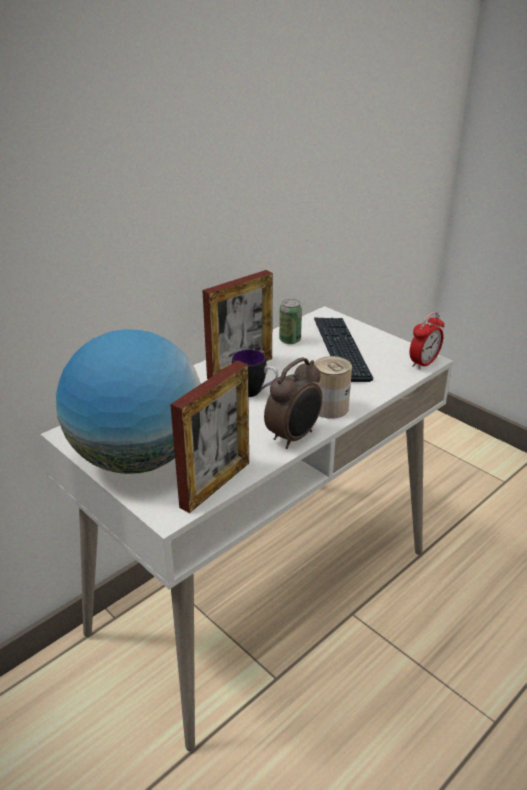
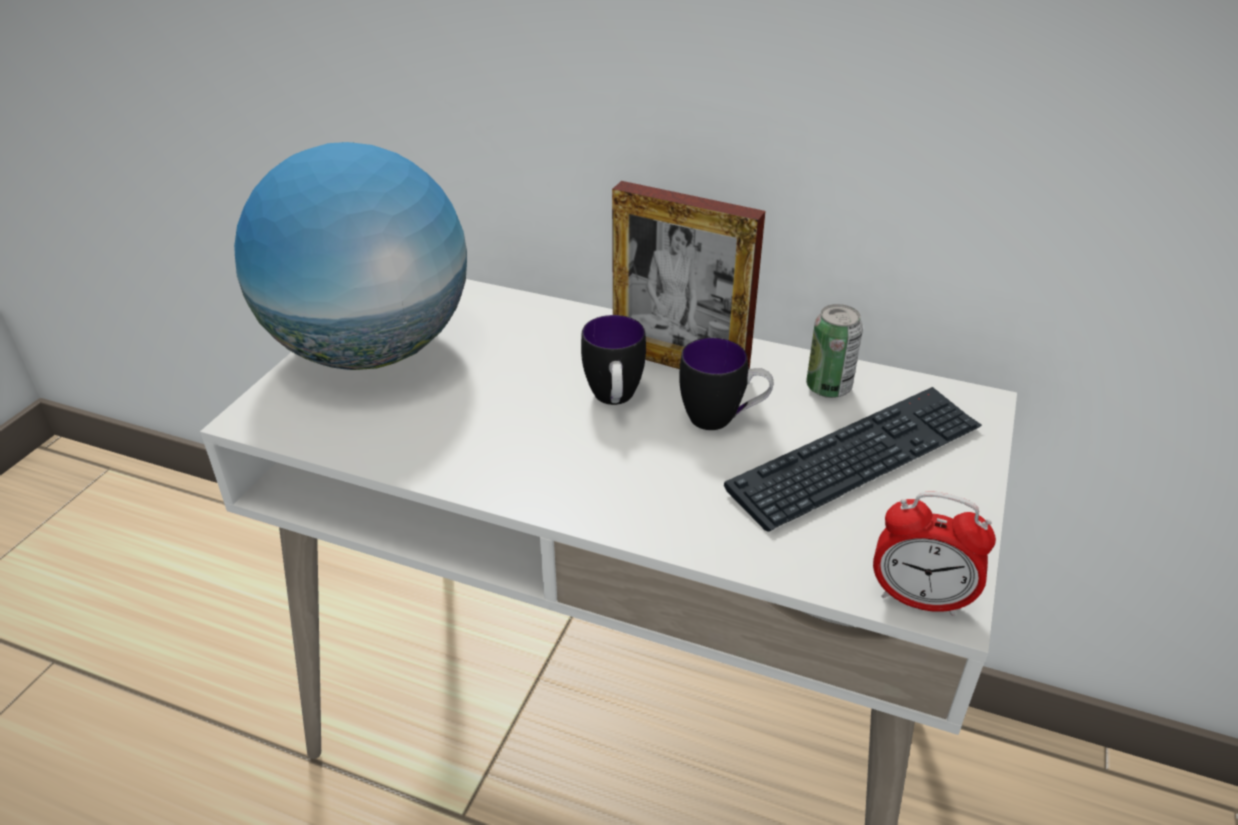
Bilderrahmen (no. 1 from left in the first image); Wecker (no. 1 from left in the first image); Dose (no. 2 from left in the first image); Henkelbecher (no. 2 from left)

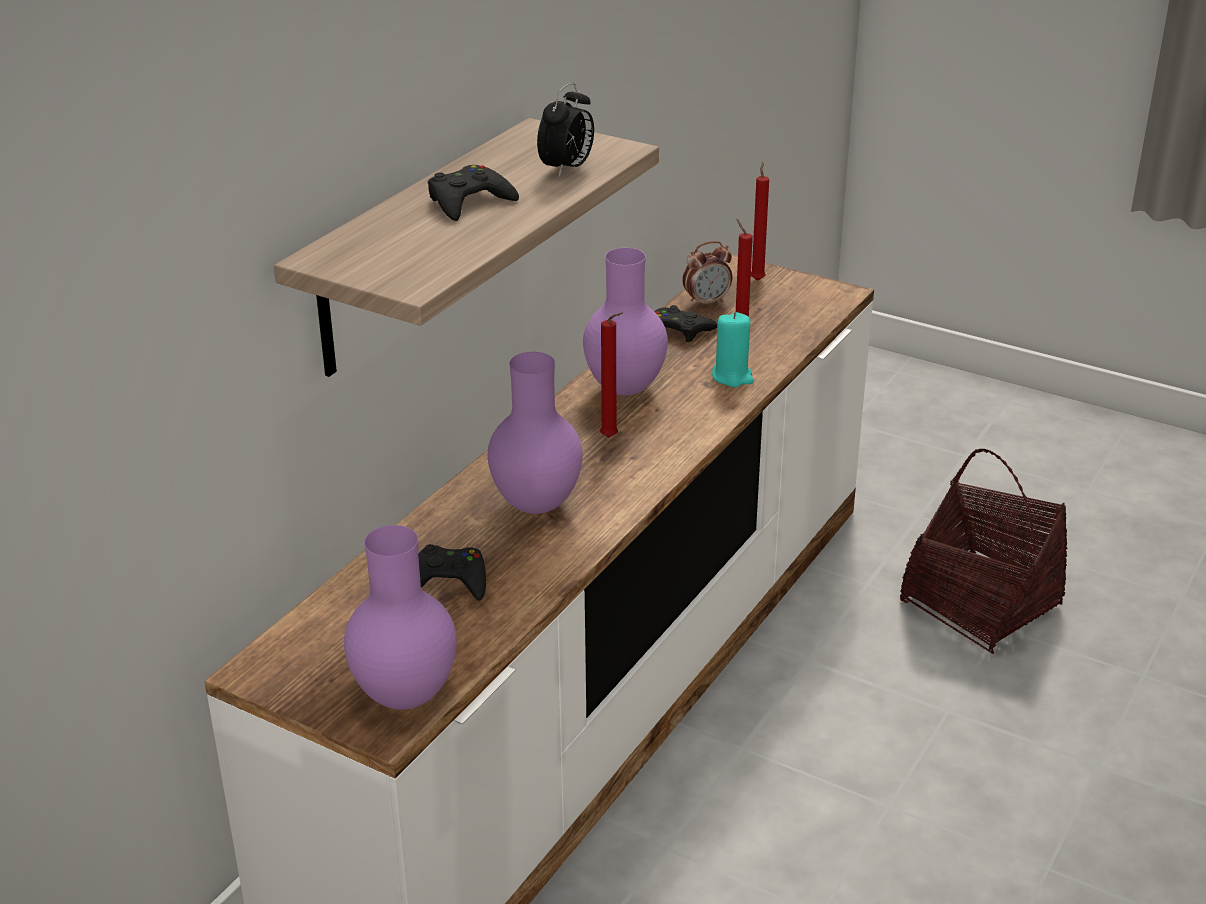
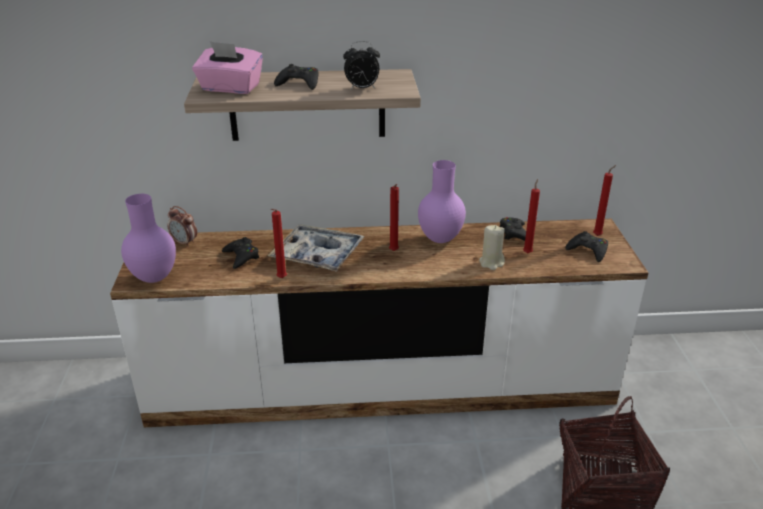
Tablett; Wecker (no. 1 from left); Kerze [beige]; Taschentuchbox [rosa]; Kerze [rot] (no. 1 from left); Gamepad [schwarz] (no. 4 from left)

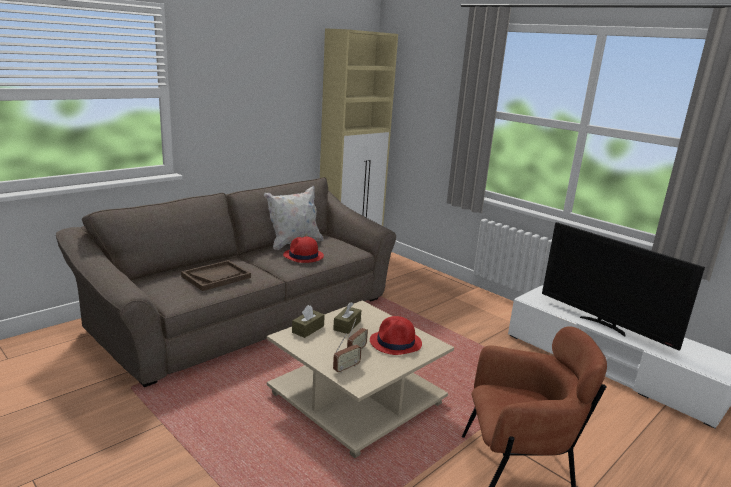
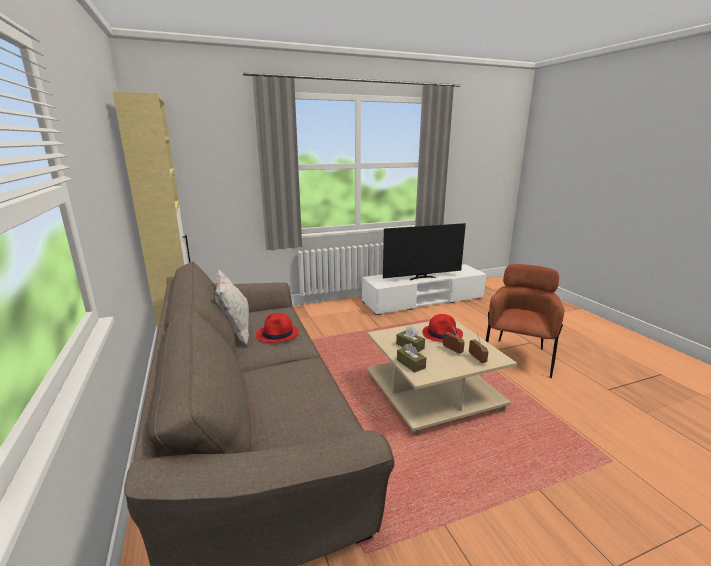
Tablett [braun]

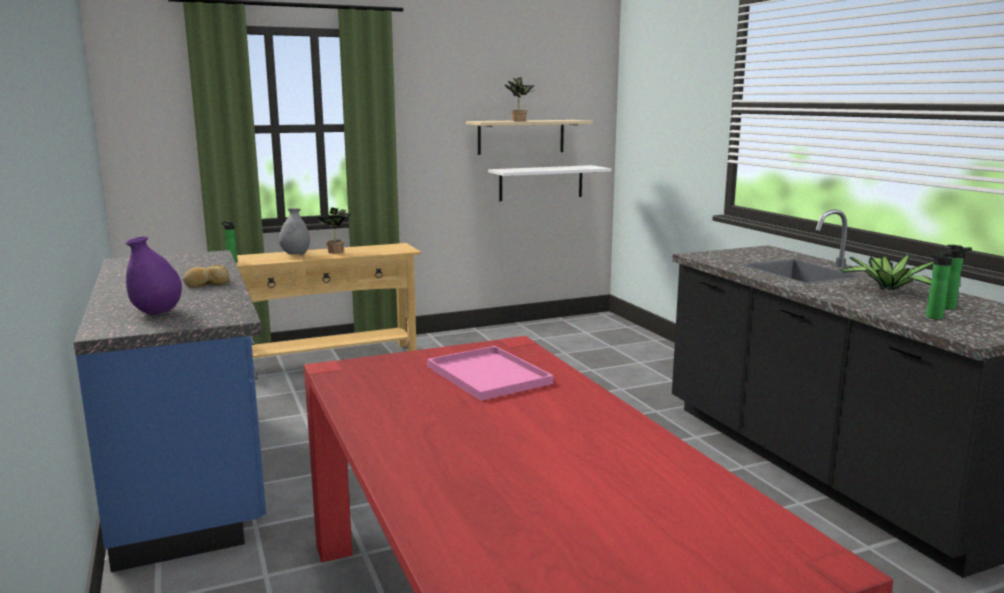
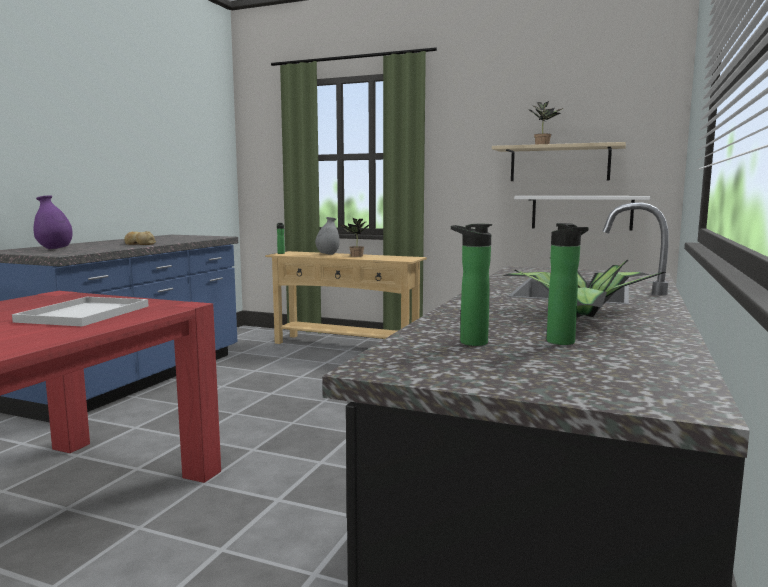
Tablett [weiß]

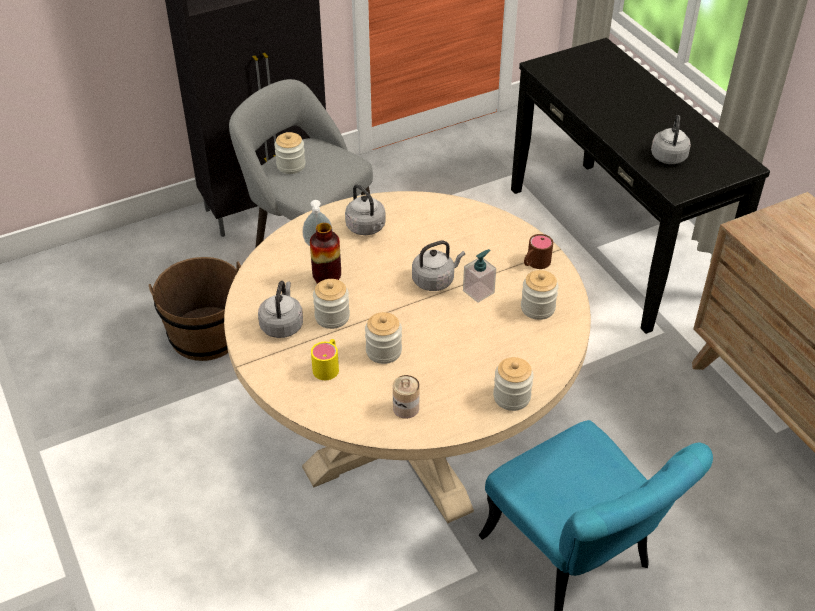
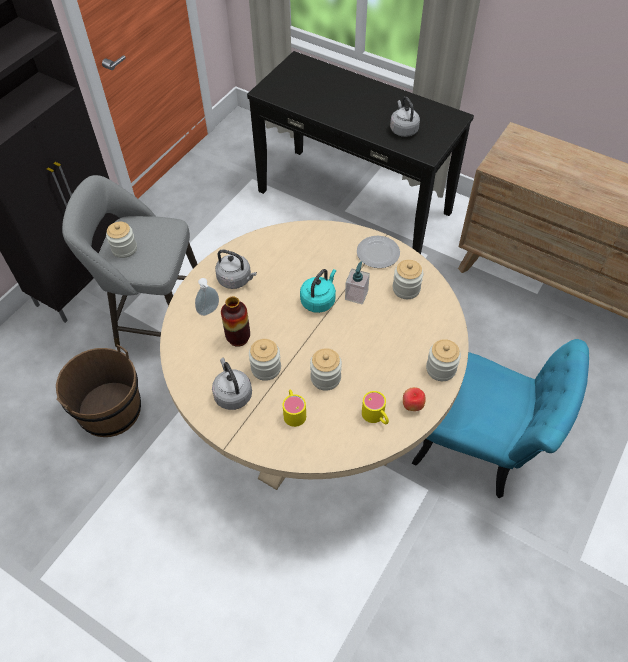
Henkelbecher [gelb] (no. 2 from left); Wasserkessel [türkis]; Teller; Apfel

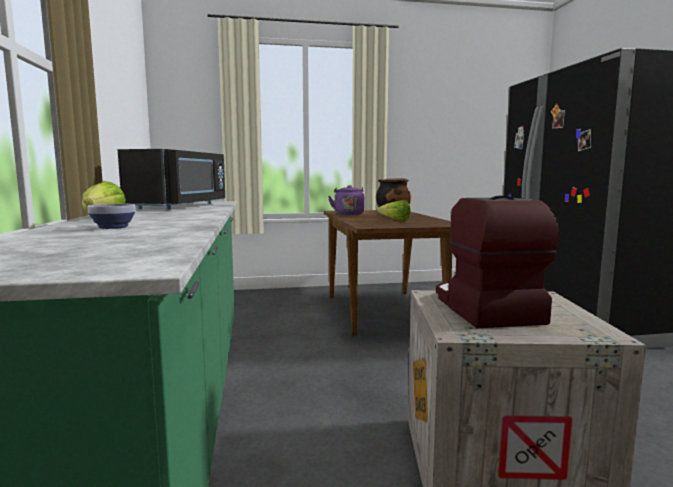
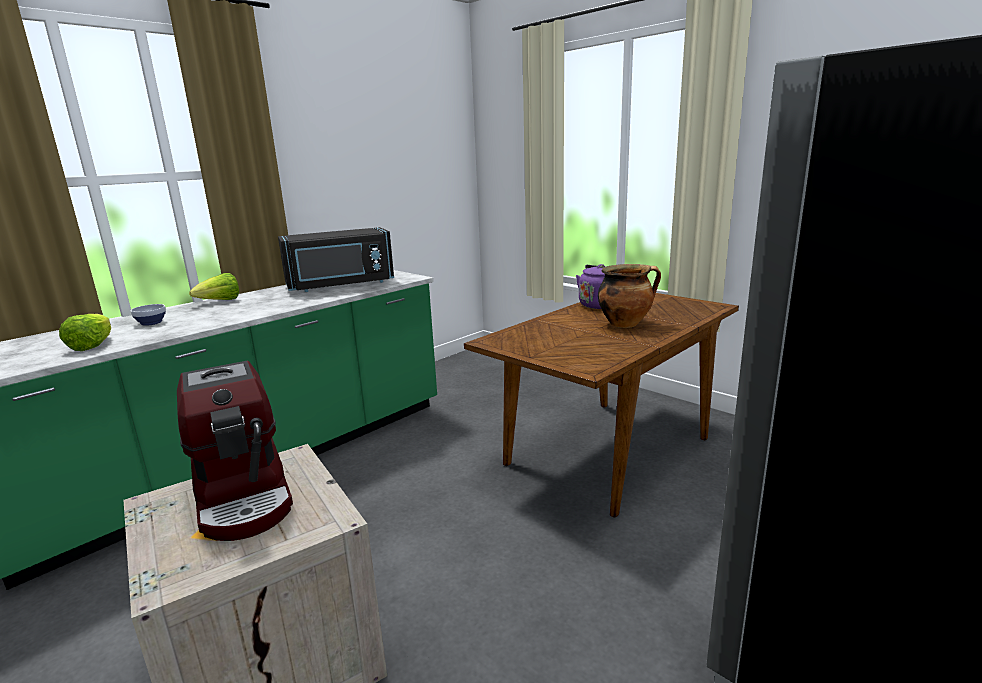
Salatkopf (no. 1 from left); Kaffeemaschine

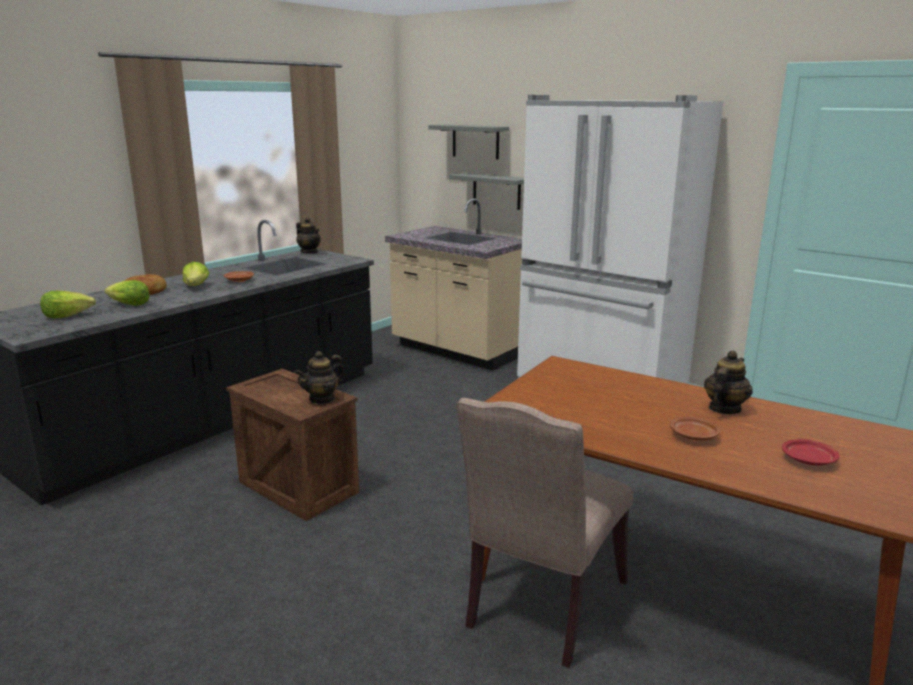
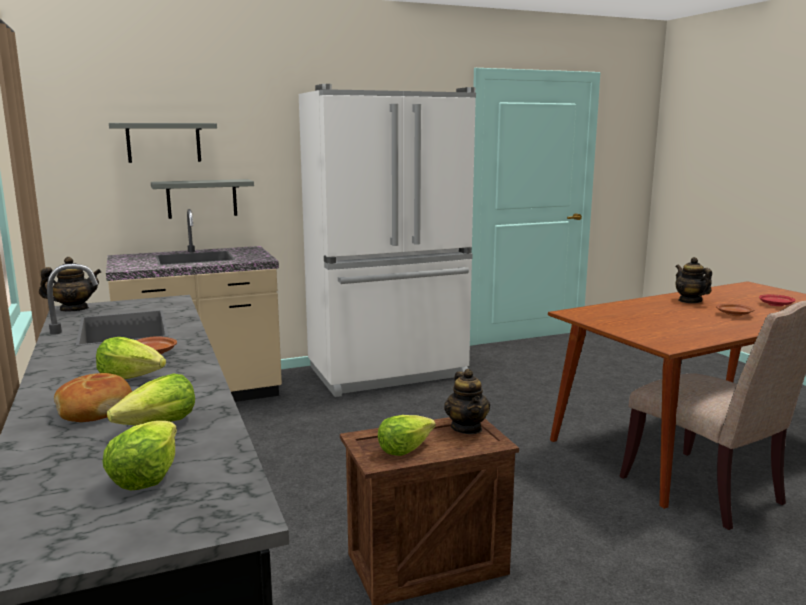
Salatkopf (no. 4 from left)

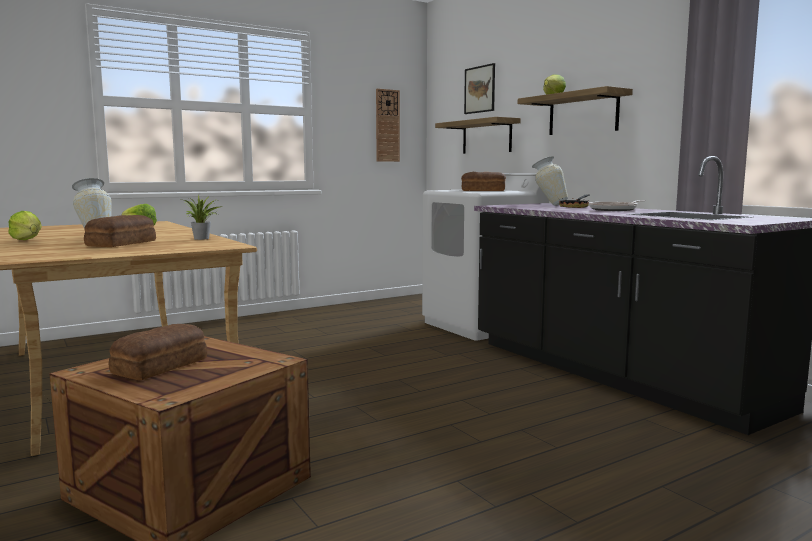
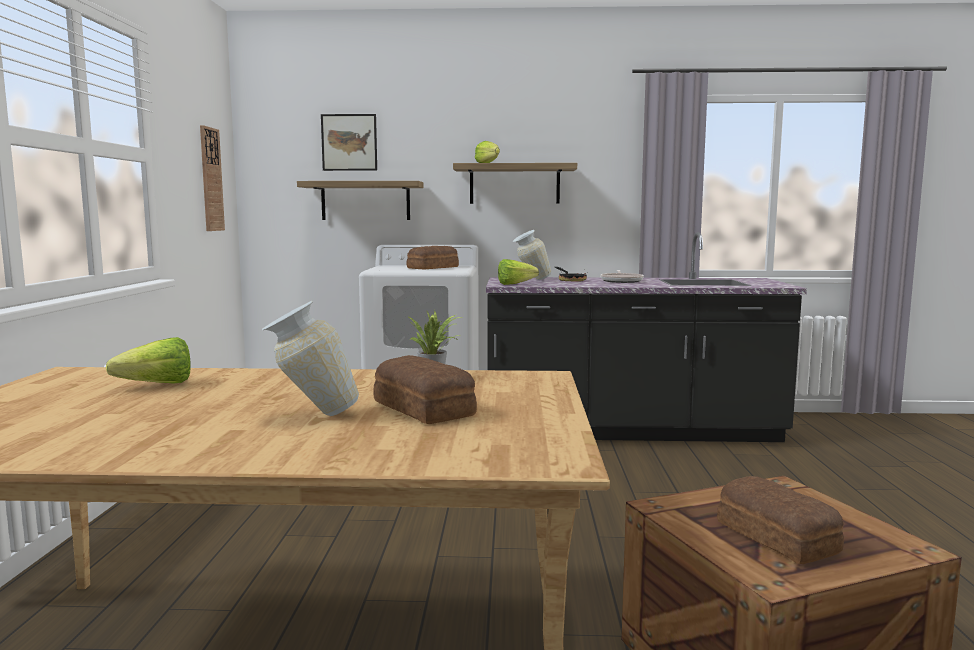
Salatkopf (no. 3 from left)

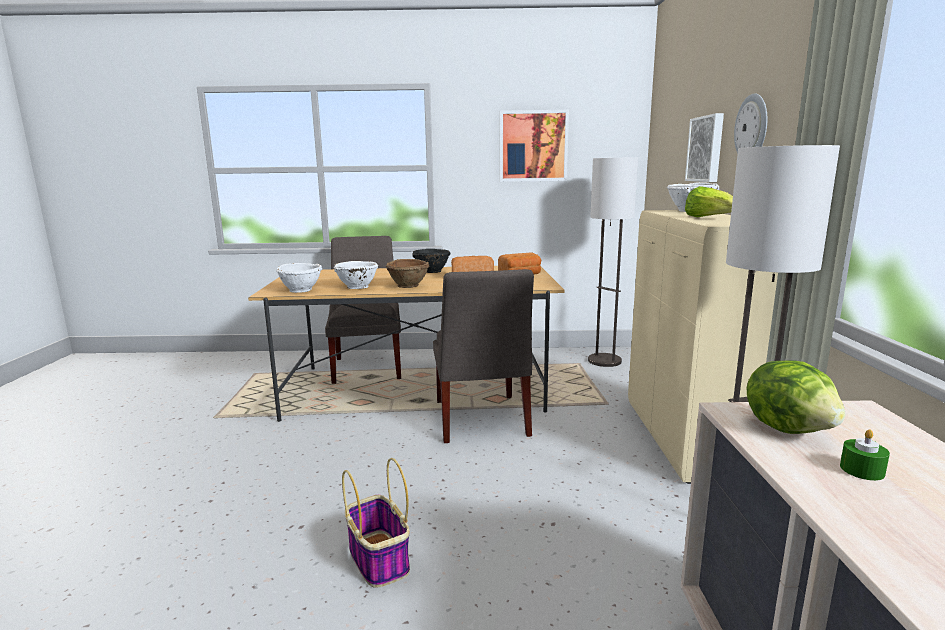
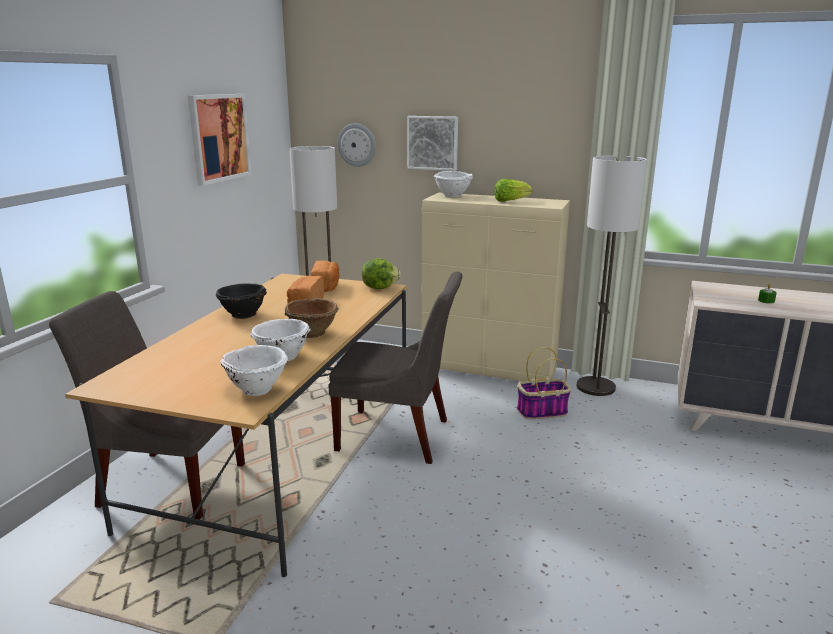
Korb; Wanduhr; Salatkopf (no. 1 from left)

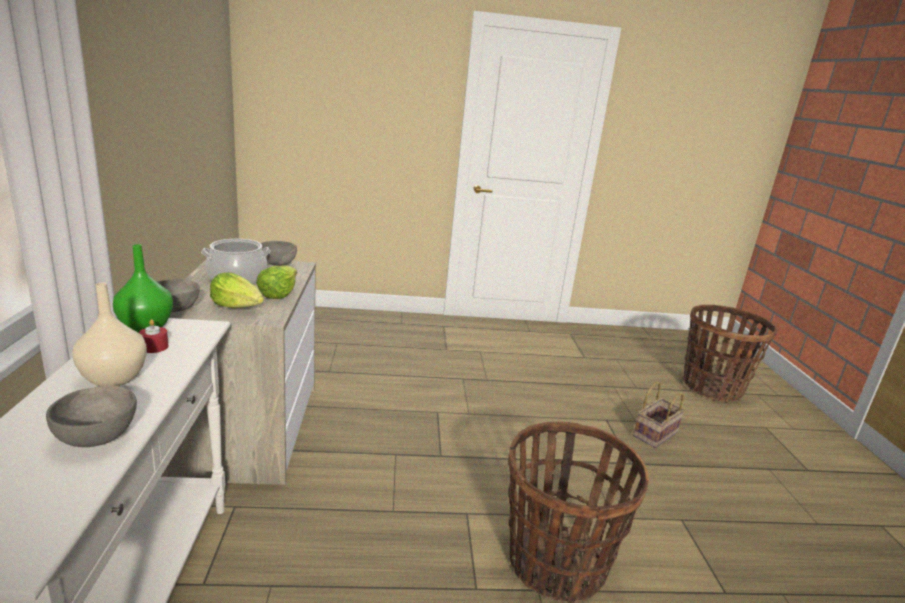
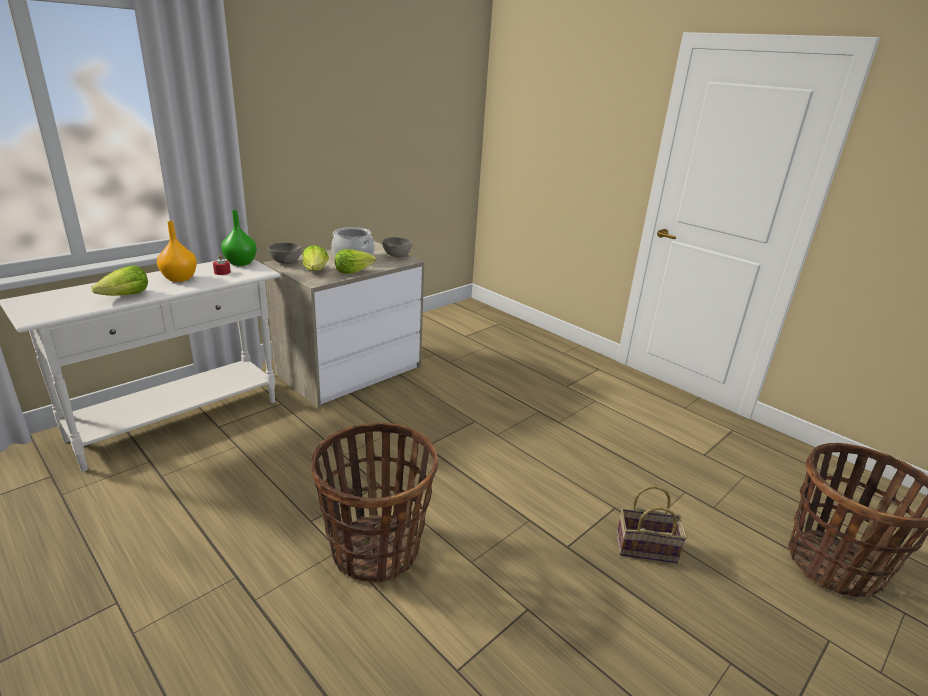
Salatkopf (no. 1 from left); Vase [orange]

